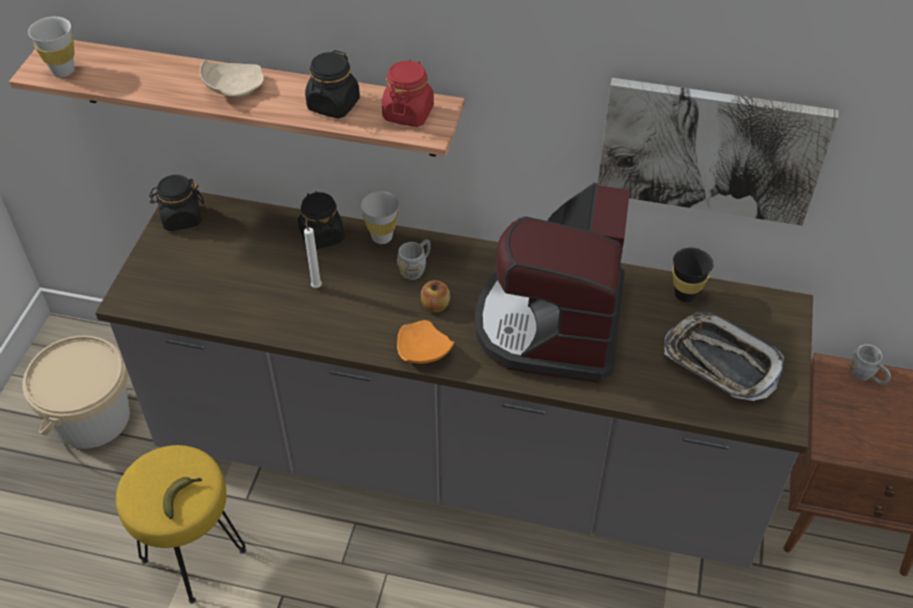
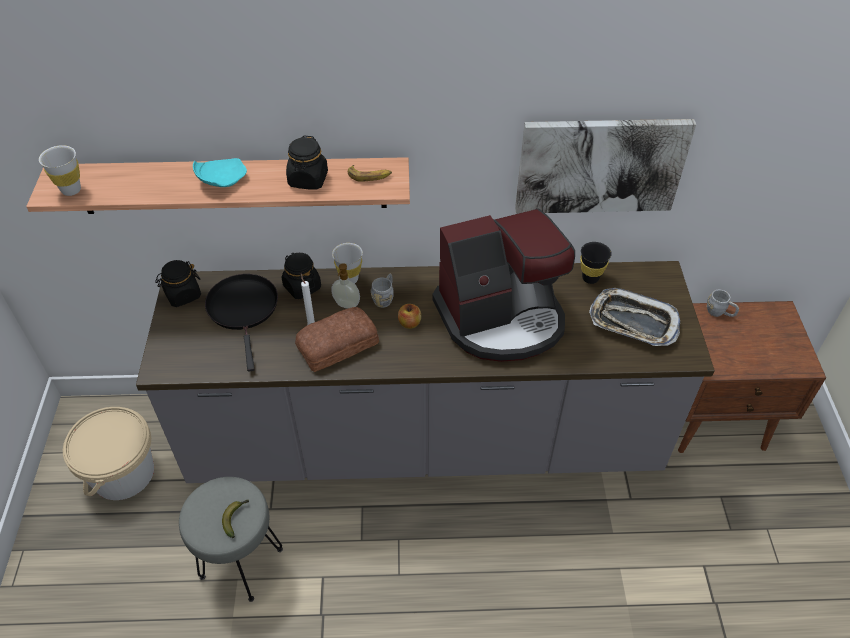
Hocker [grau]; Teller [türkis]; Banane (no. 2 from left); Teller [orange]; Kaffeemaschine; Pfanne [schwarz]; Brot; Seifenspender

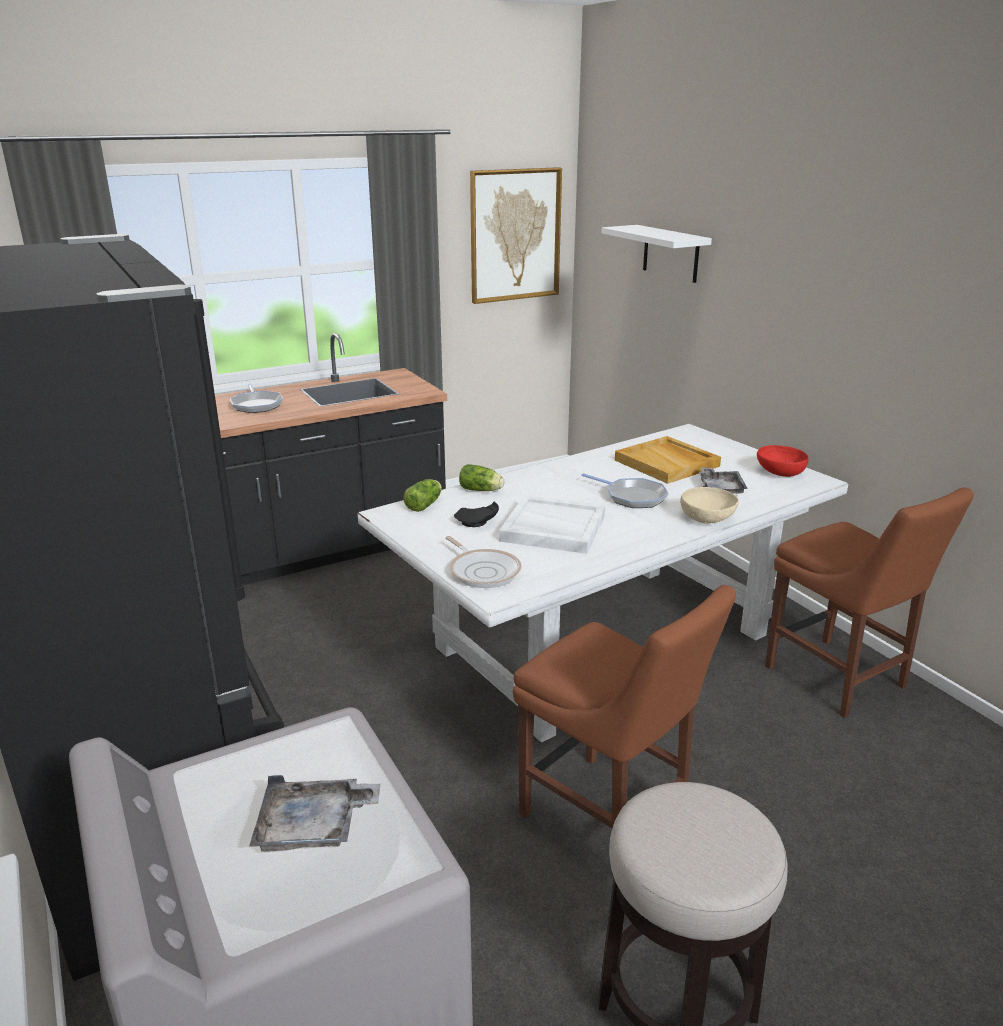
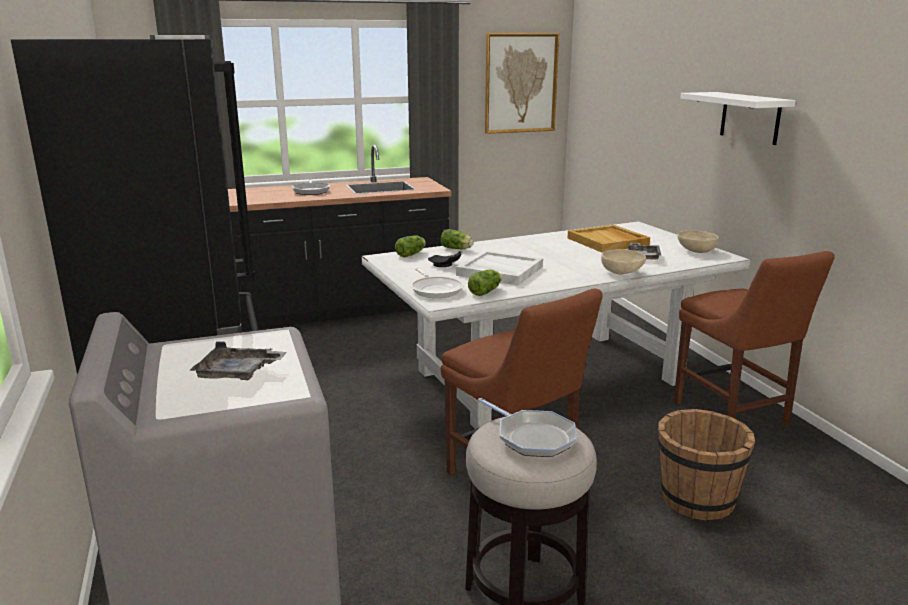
Pfanne (no. 3 from left); Wandregal [weiß]; Schüssel [beige] (no. 2 from left); Salatkopf (no. 3 from left); Eimer [braun]

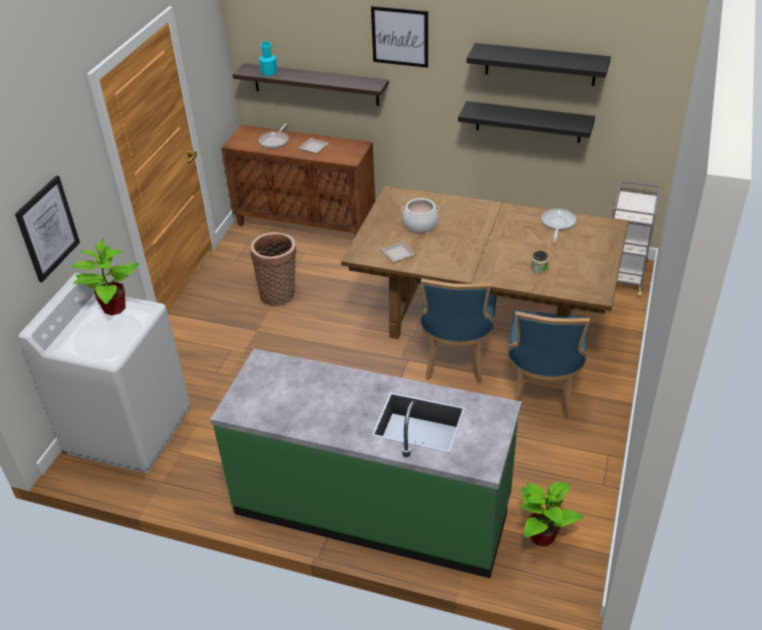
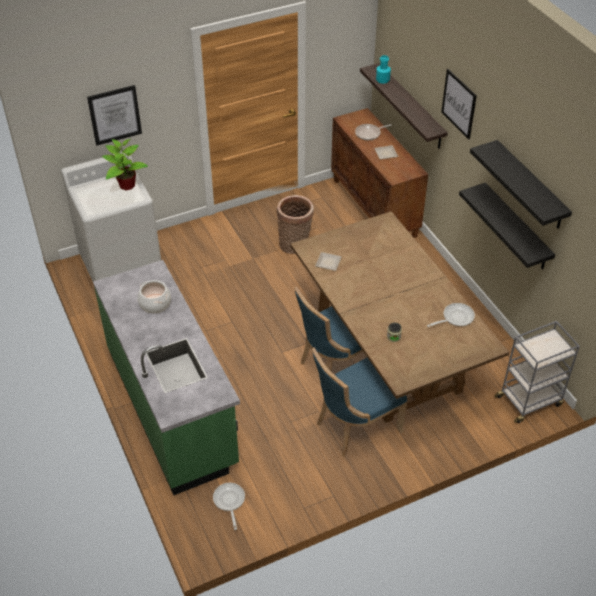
Kochtopf; Pfanne (no. 1 from left)

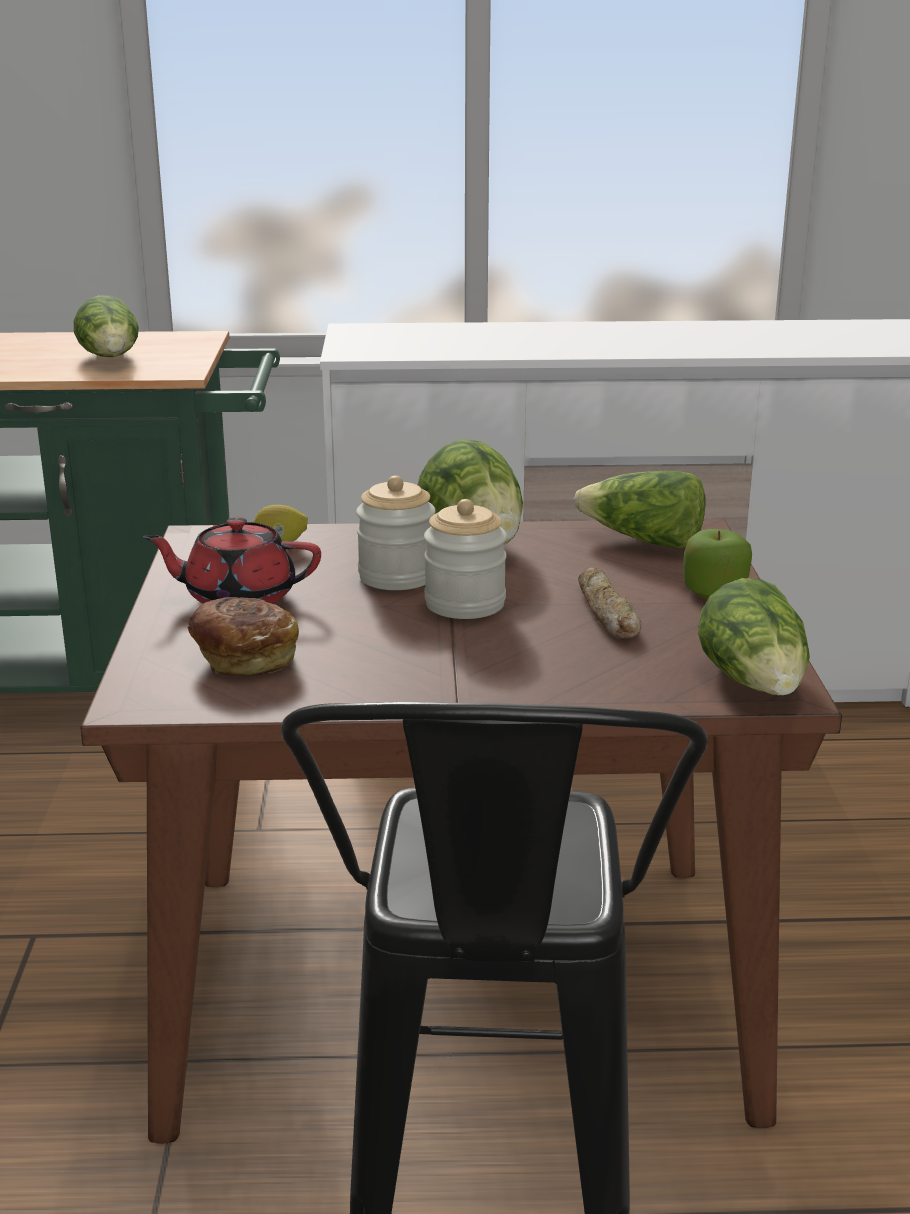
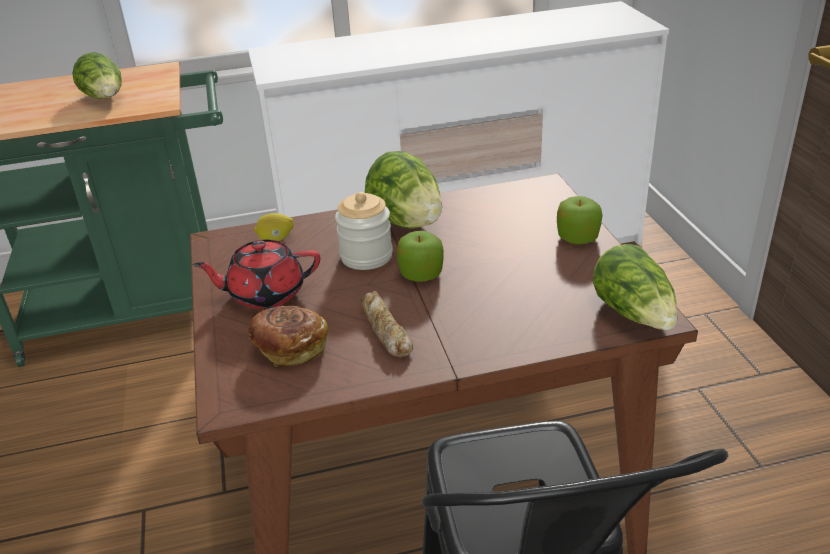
Apfel (no. 1 from left); Salatkopf (no. 3 from left in the first image); Brot (no. 2 from left)

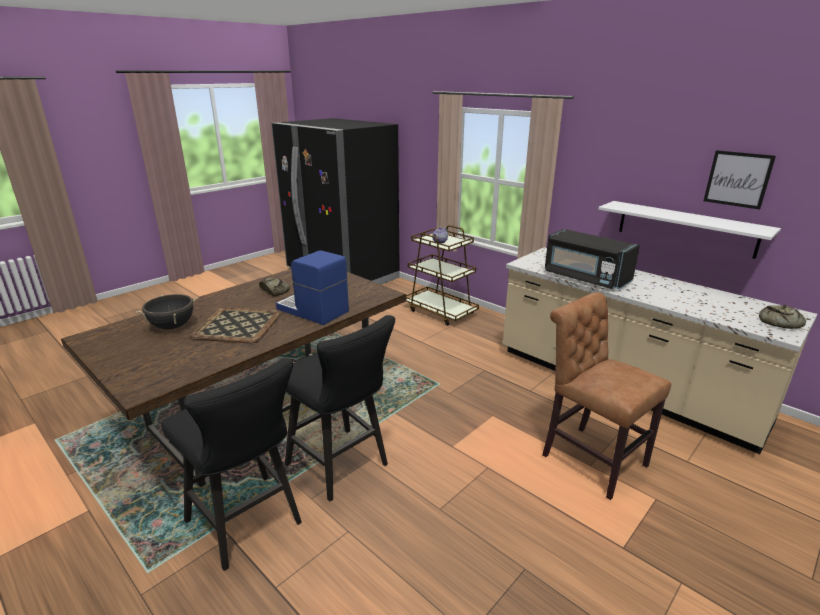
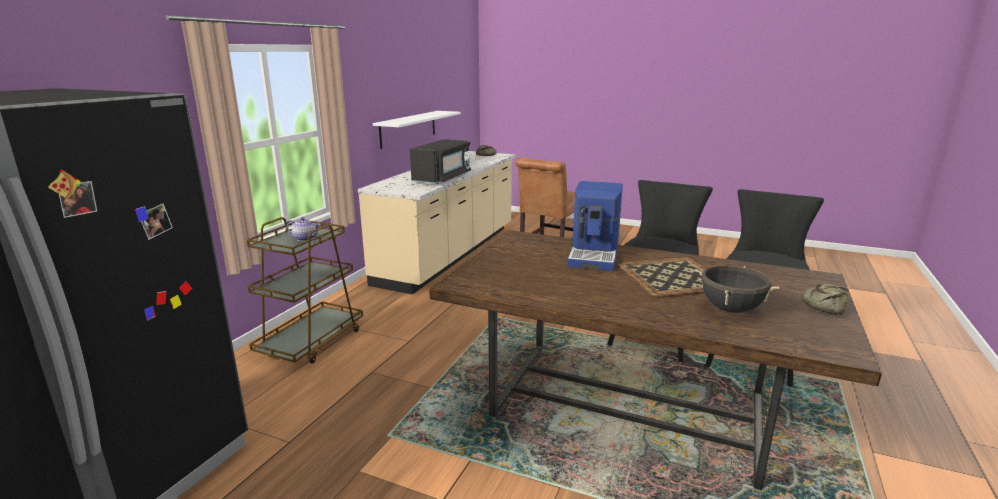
Brot (no. 2 from left); Bild

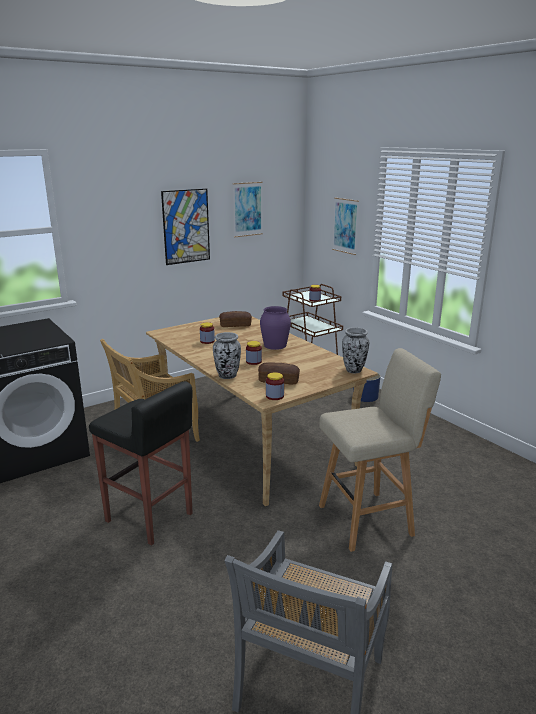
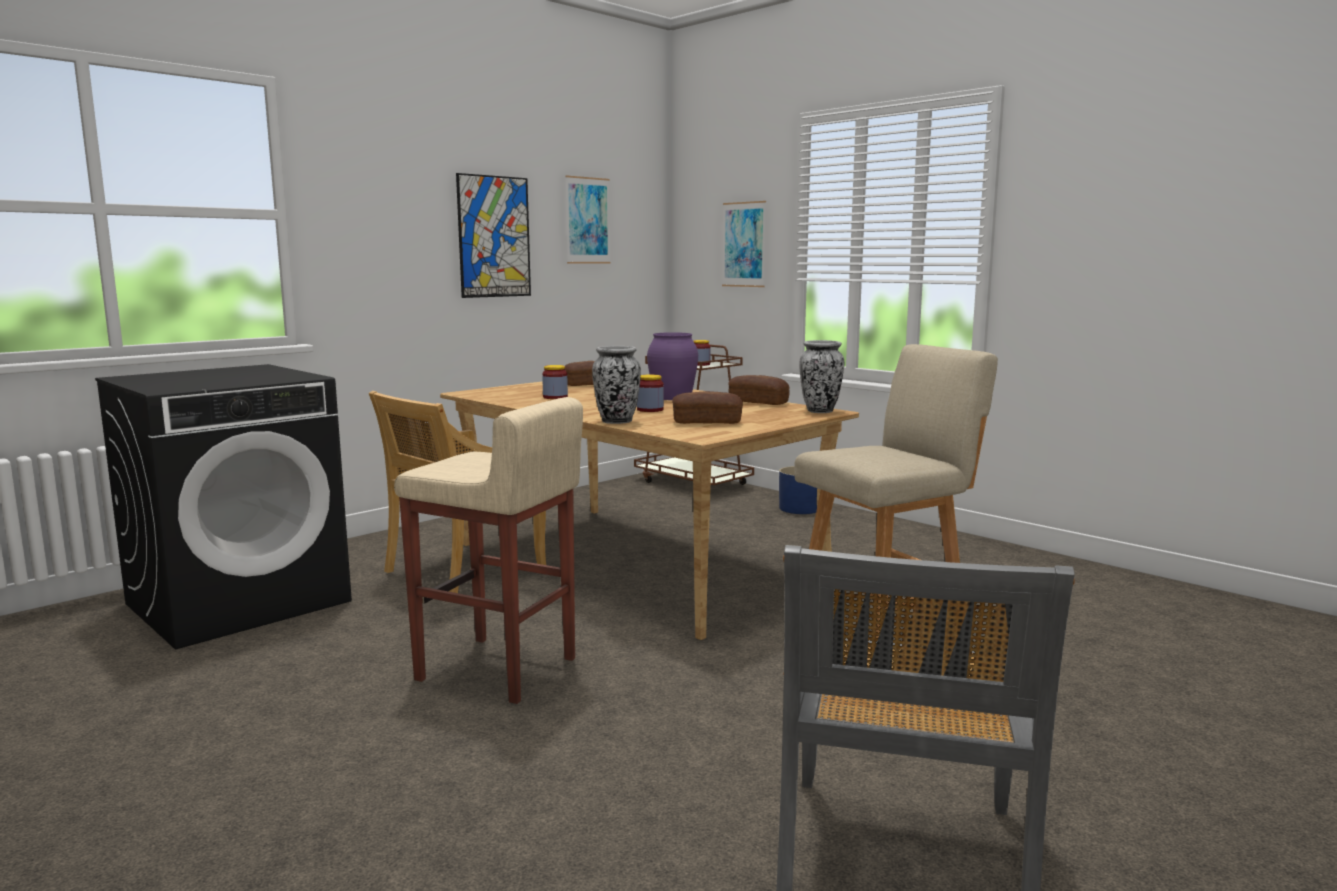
Hocker [beige] (no. 1 from left); Vorratsglas (no. 3 from left in the first image); Brot (no. 3 from left)

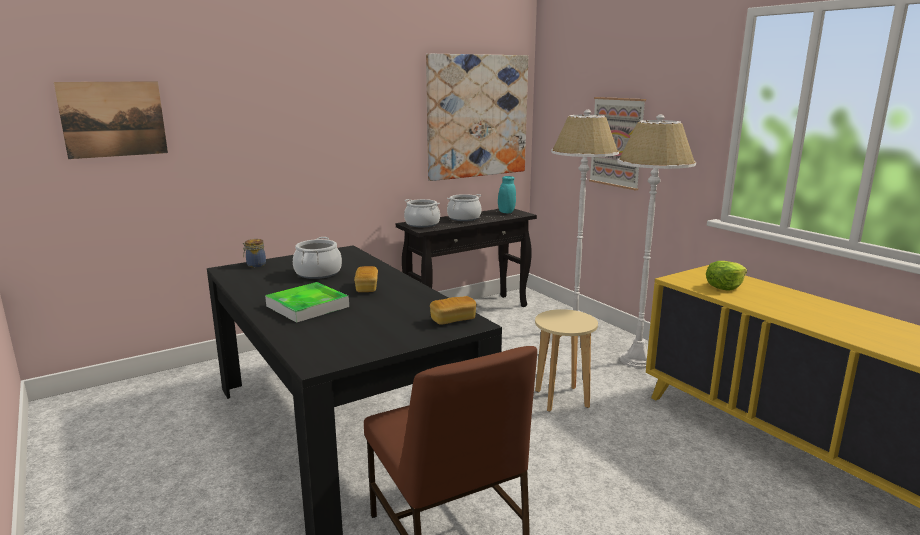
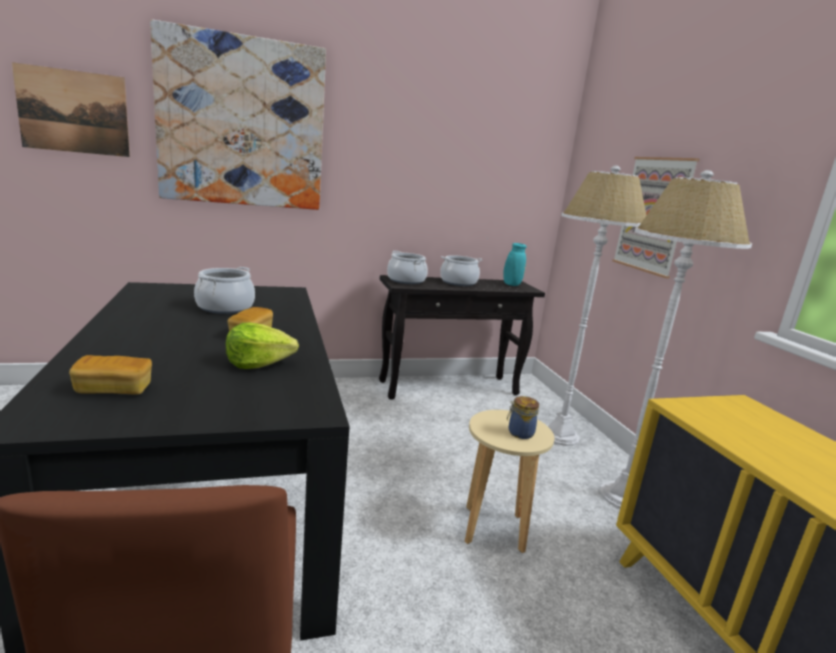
Vorratsglas; Tablett; Bild (no. 2 from left); Brot (no. 1 from left); Salatkopf

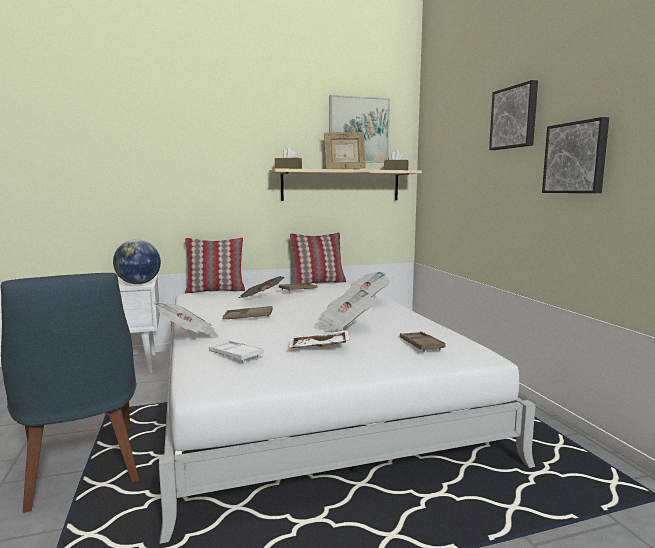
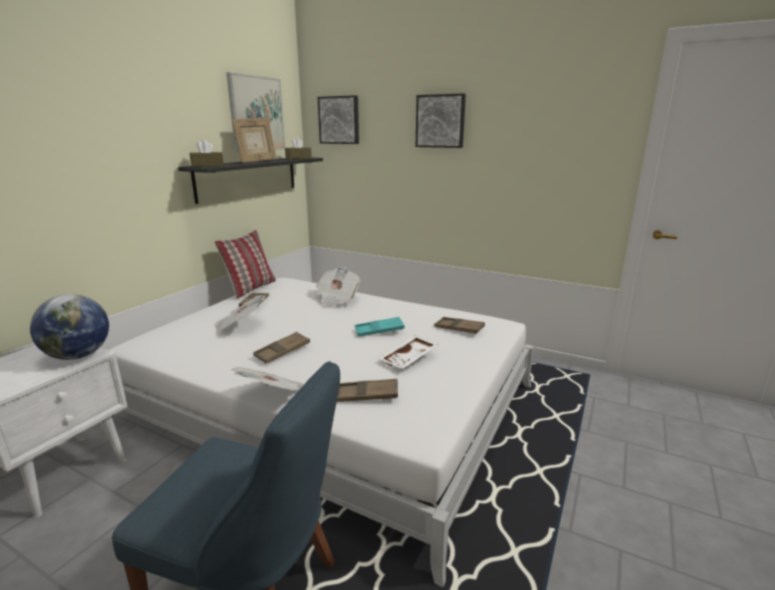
Kissen (no. 1 from left in the first image); Tablett [braun] (no. 3 from left); Wandregal [schwarz]; Tablett [türkis]; Bild (no. 2 from left)

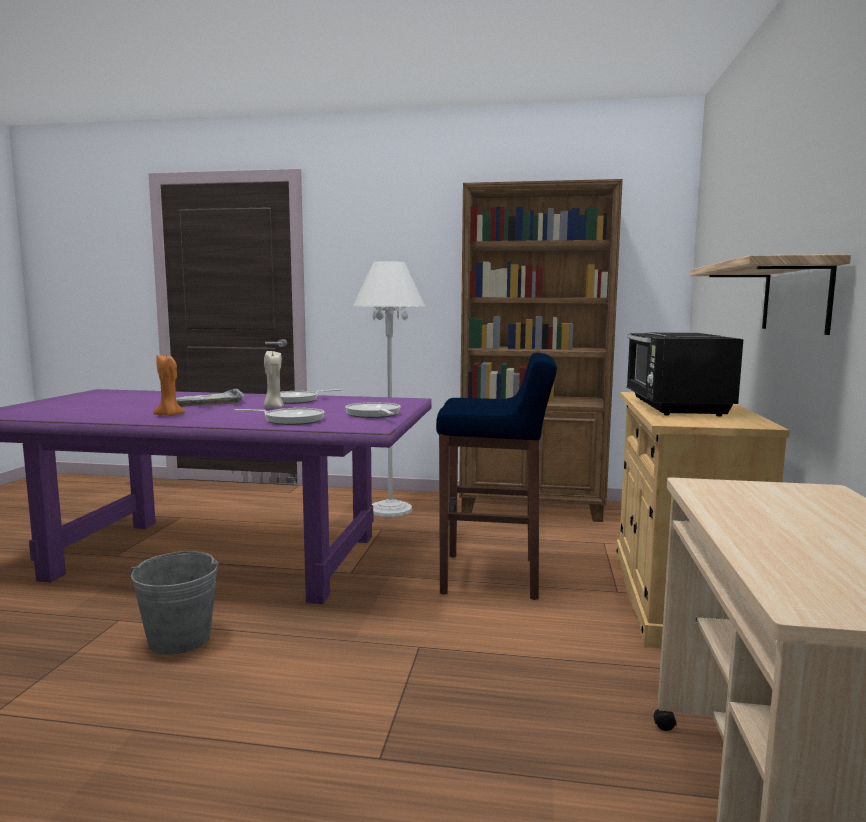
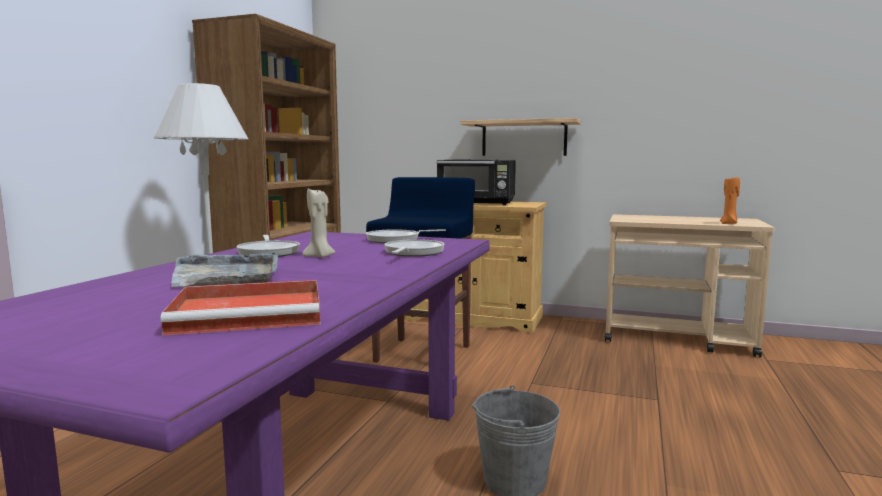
Kerze [orange]; Tablett [rot]

